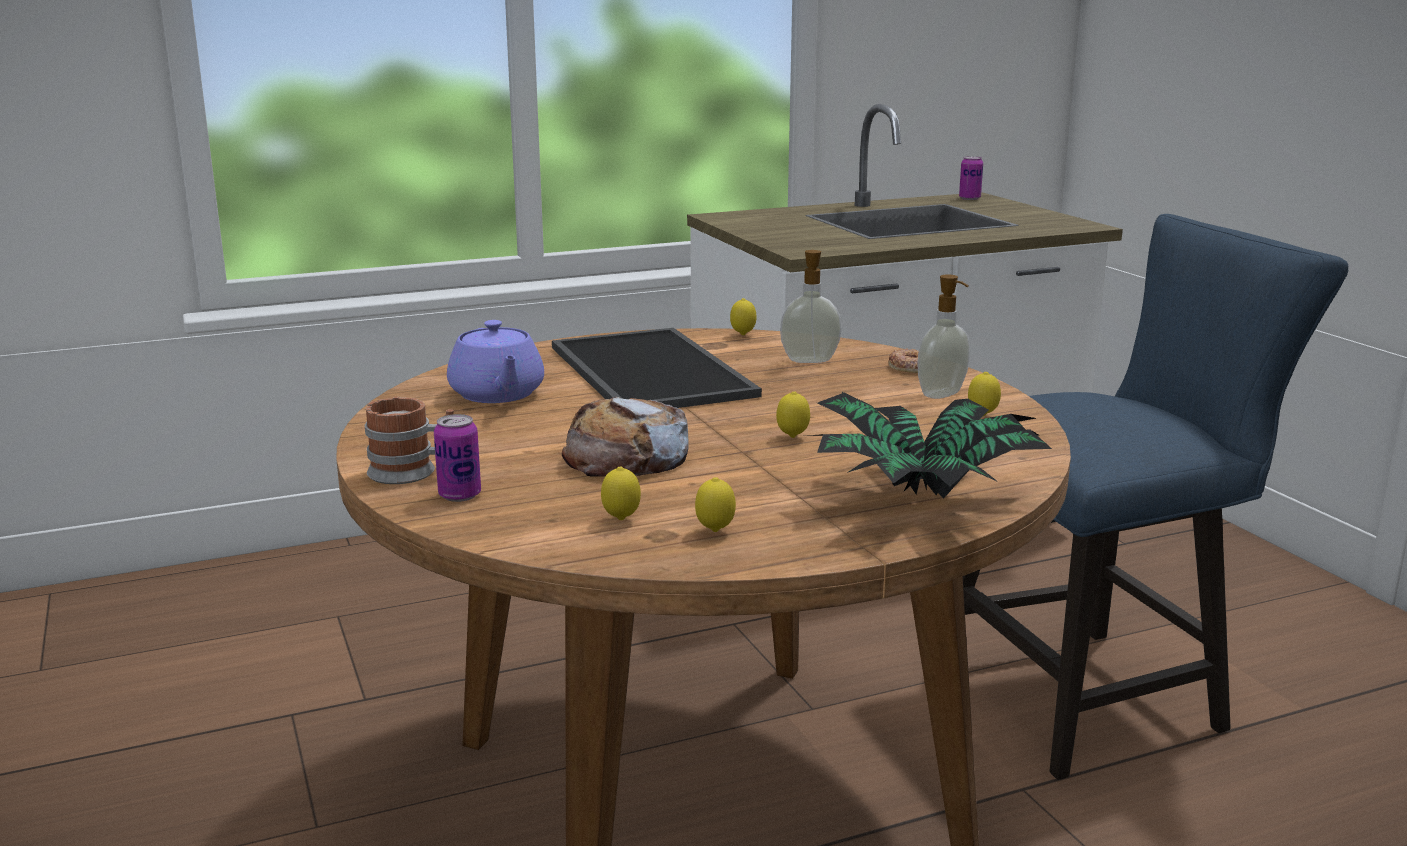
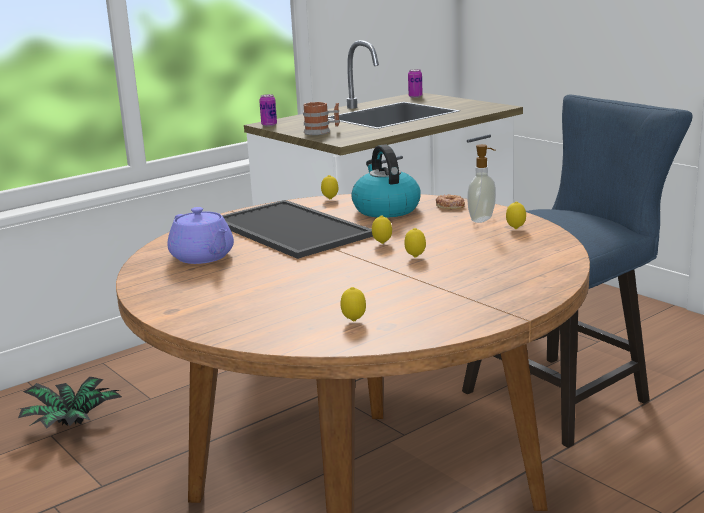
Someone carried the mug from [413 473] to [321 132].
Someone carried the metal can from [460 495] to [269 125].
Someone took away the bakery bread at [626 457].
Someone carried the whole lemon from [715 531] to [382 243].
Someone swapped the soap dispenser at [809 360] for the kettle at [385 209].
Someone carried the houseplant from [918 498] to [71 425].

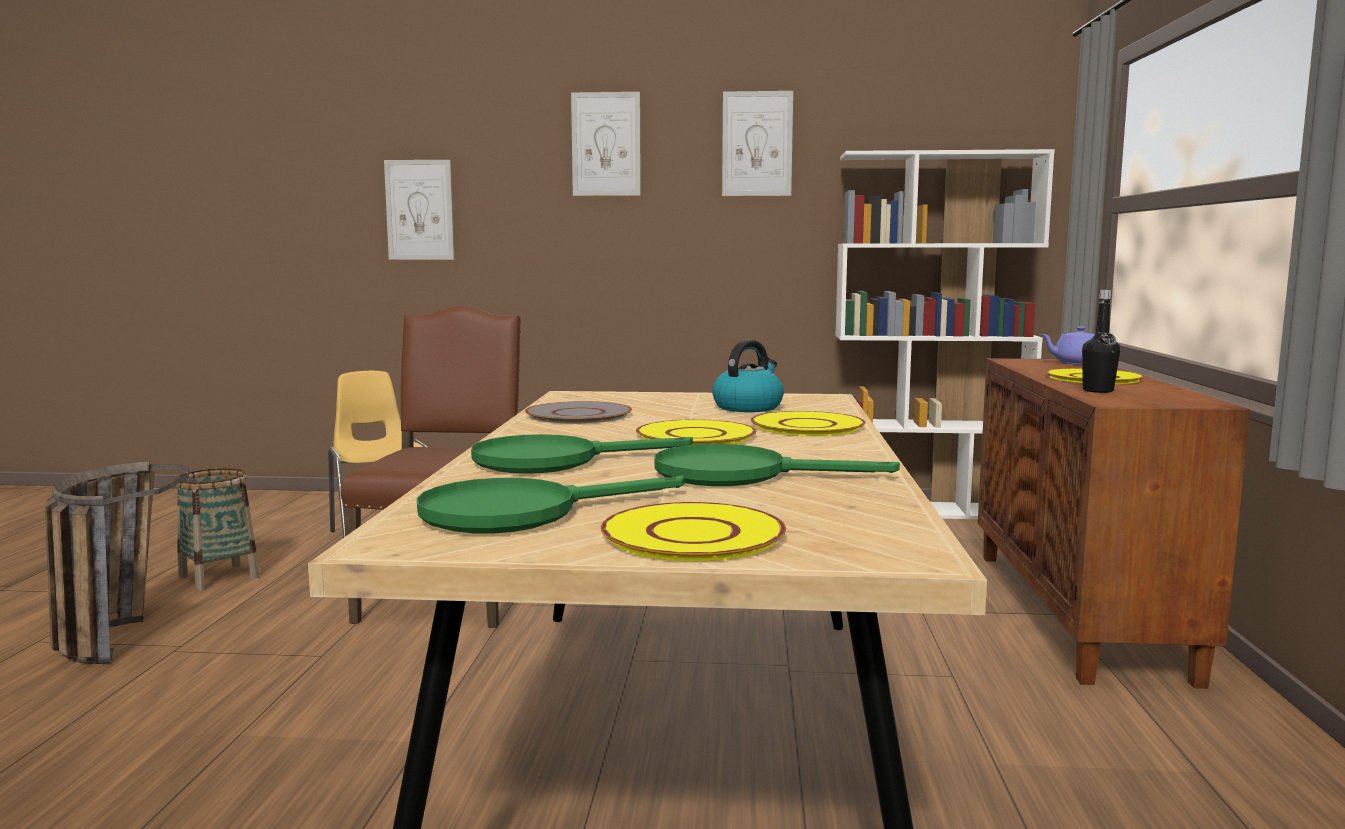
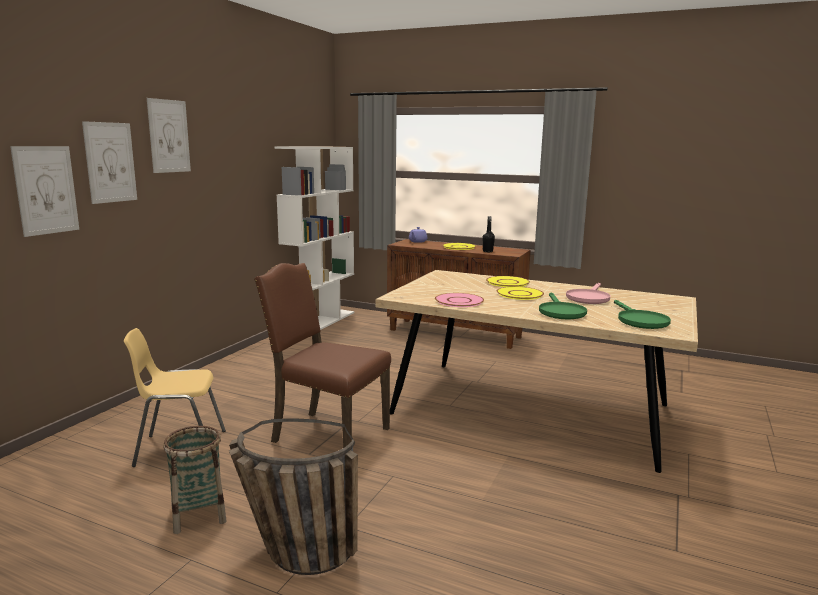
Someone repainted the grey plate at [579 415], which became the pink-coloured plate at [459 301].
Someone took away the yellow plate at [692 535].
Someone repainted the green pan at [739 474], which became the pink-coloured pan at [588 298].
Someone took away the kettle at [748 407].
Someone carried the wall art from [757 144] to [110 162].

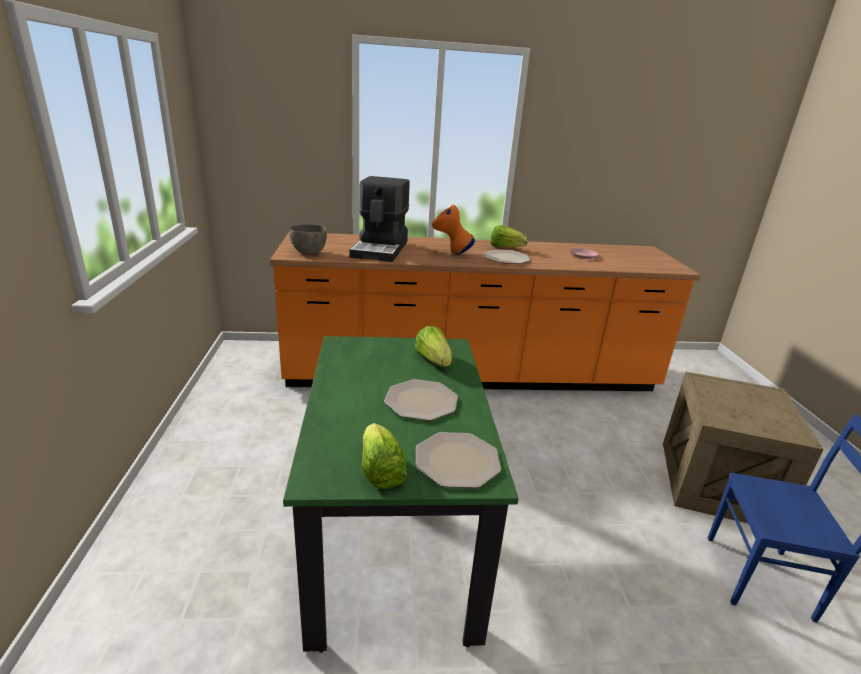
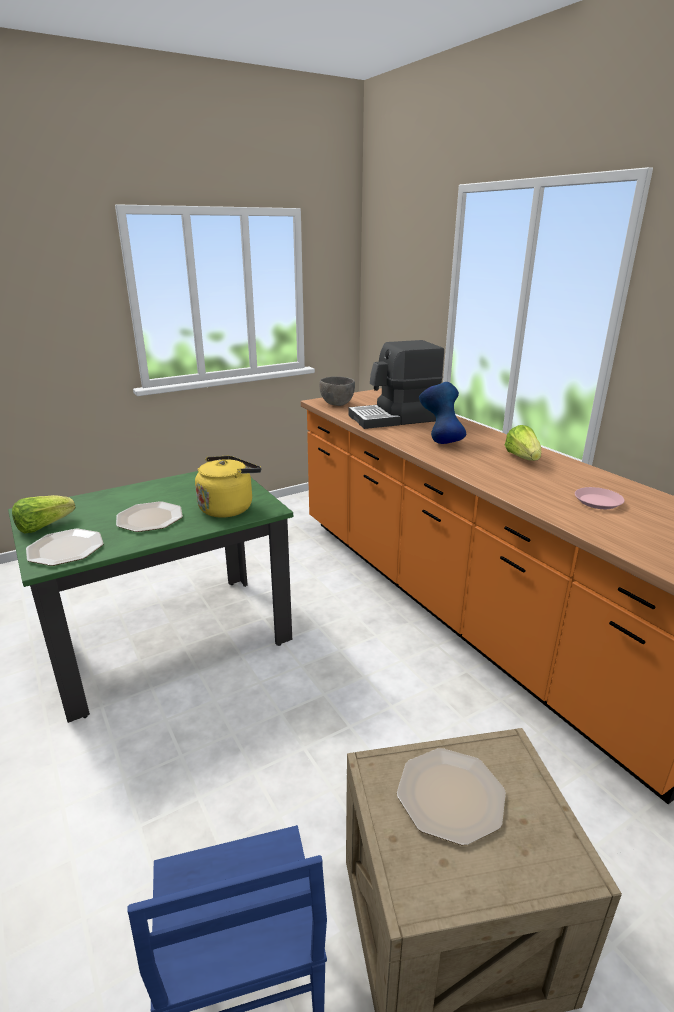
Someone swapped the lettuce head at [434 360] for the yellow kettle at [228 507].
Someone repainted the orange-coloured decorative vase at [451 253], which became the bluish decorative vase at [440 441].
Someone carried the plate from [506 258] to [451 795].

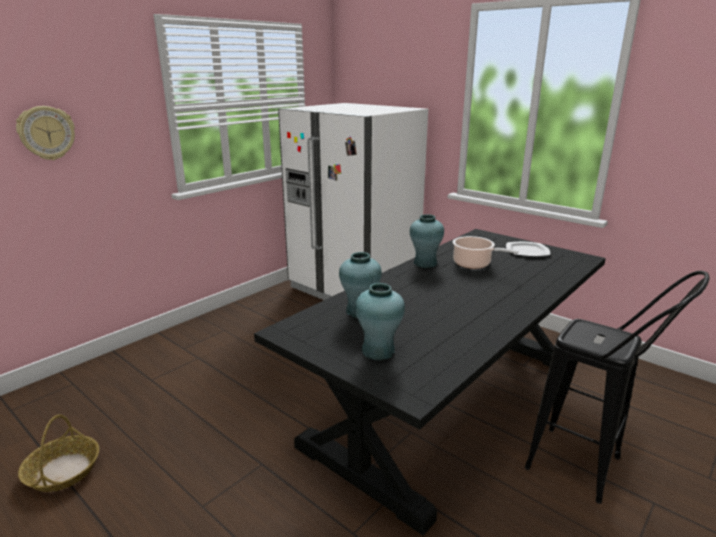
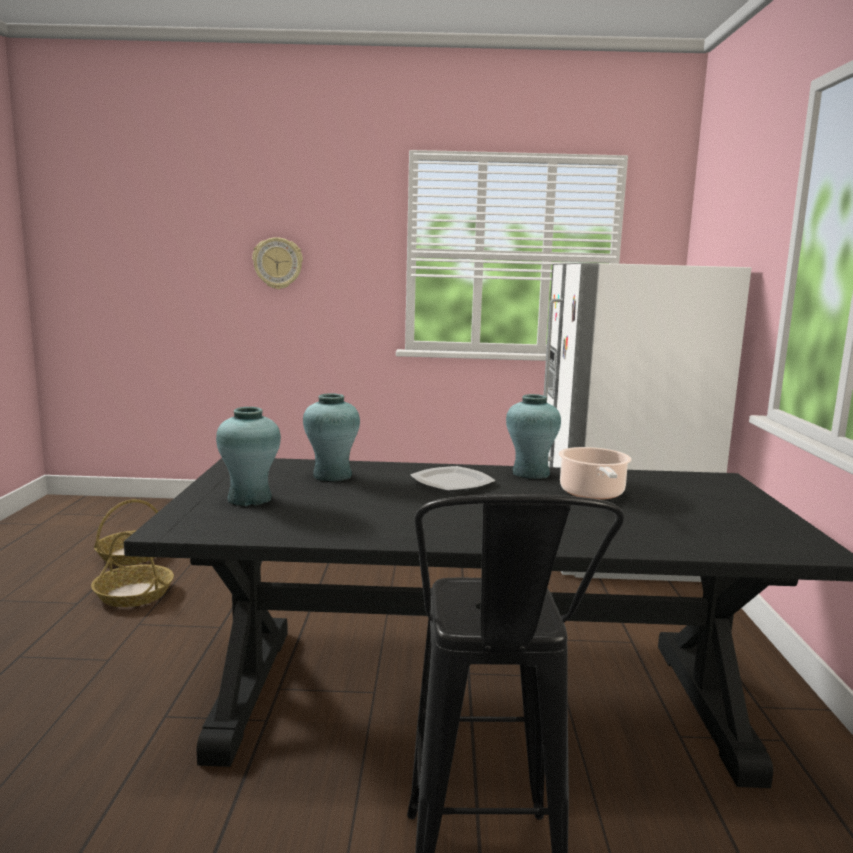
Someone carried the plate from [527 251] to [451 482].
Someone put down the household basket at [133 594].

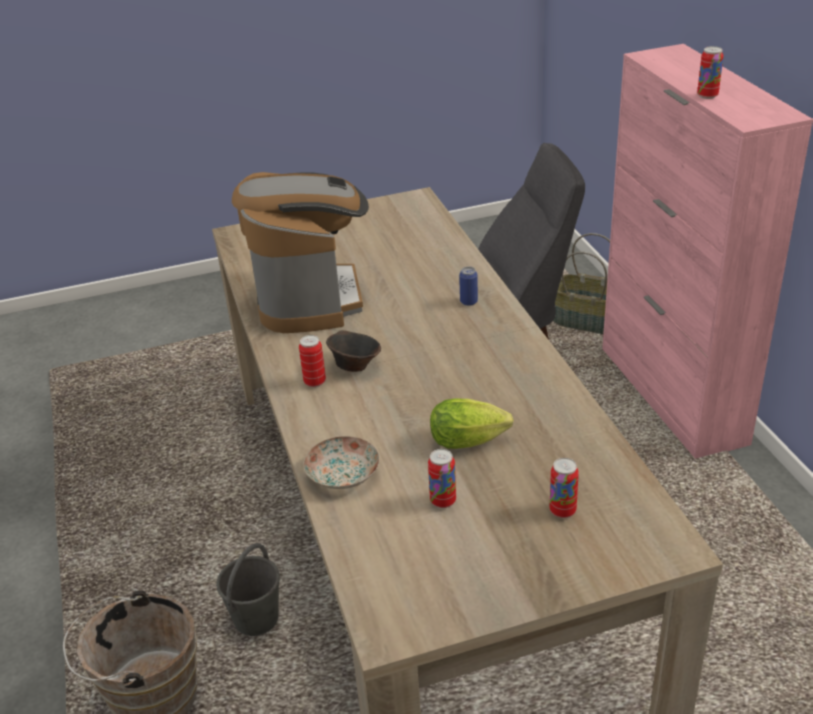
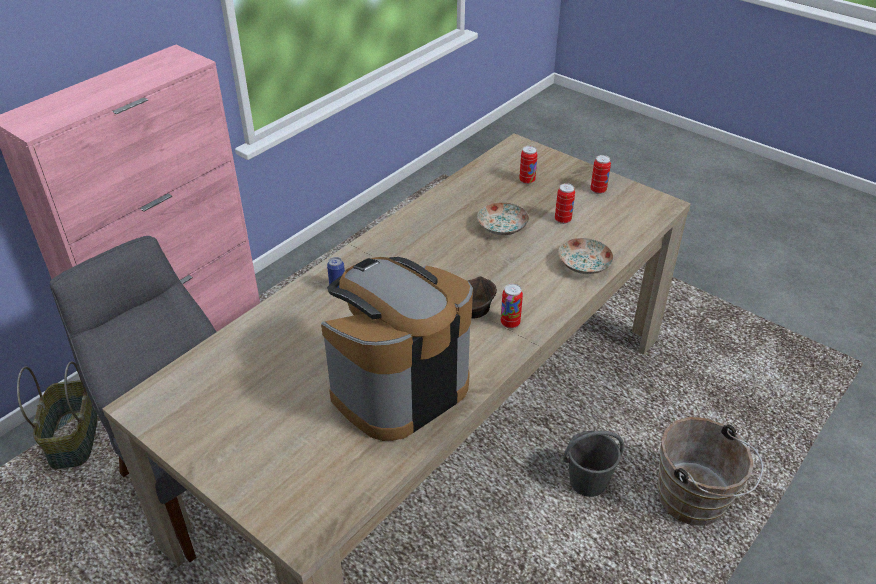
Someone swapped the lettuce head at [472 441] for the plate at [502 228].
Someone carried the metal can from [707 96] to [598 190].

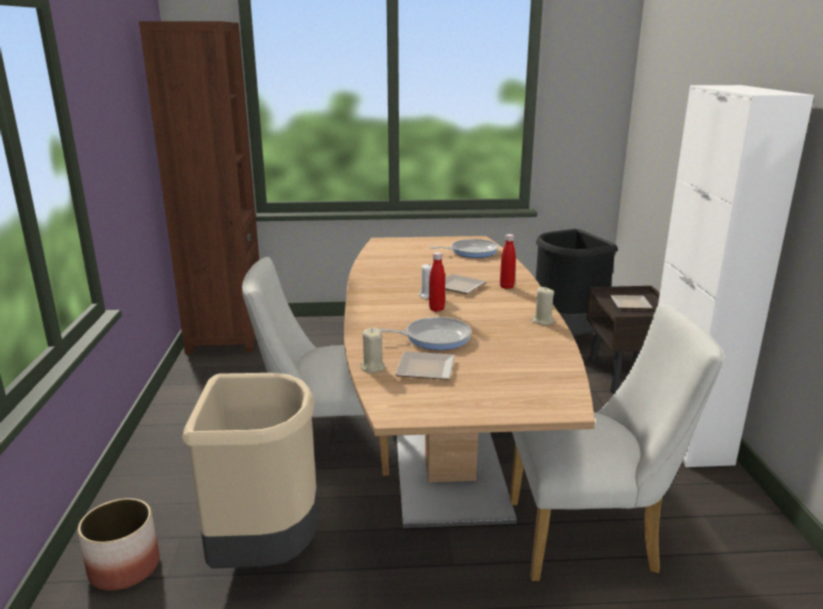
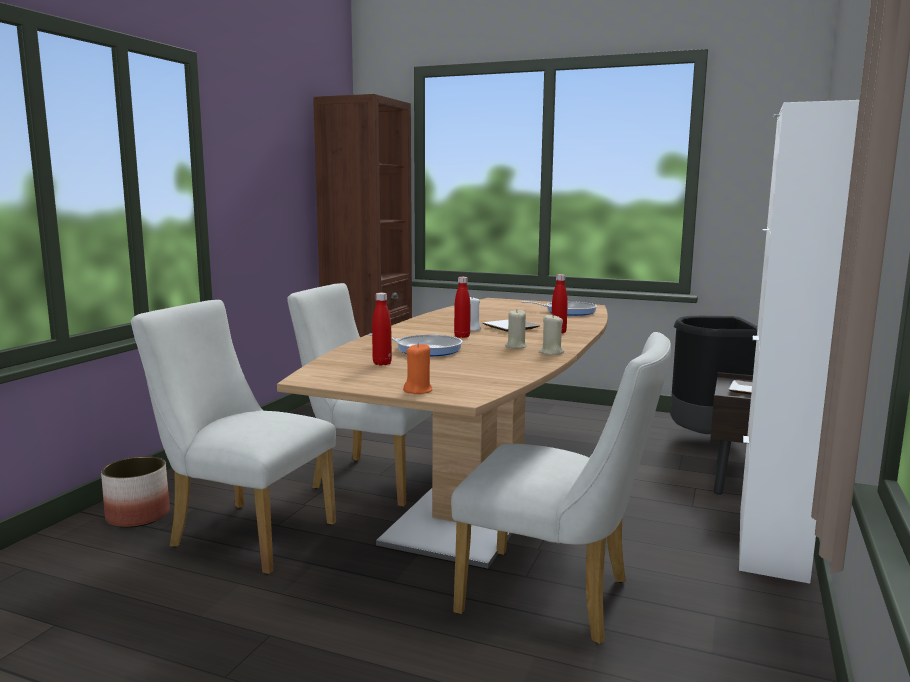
Someone swapped the beige-coloured trash can at [264 554] for the white plain chair at [244 533].
Someone carried the beige-coloured candle from [372 367] to [515 346].
Someone swapped the plate at [427 370] for the red-coloured beverage bottle at [382 363].
Someone put down the orange-coloured candle at [418 390].

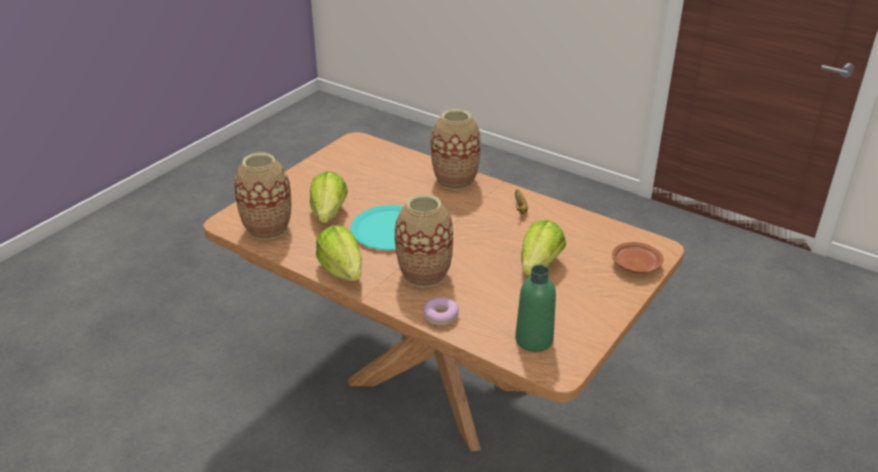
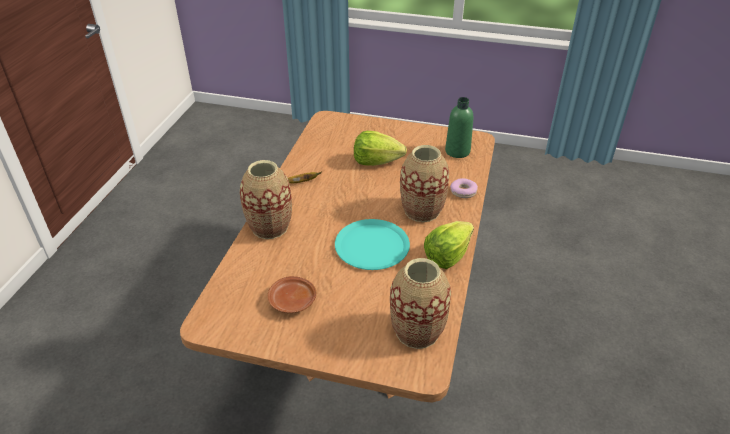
Someone took away the lettuce head at [328 214].
Someone carried the brownish plate from [635 265] to [292 301].

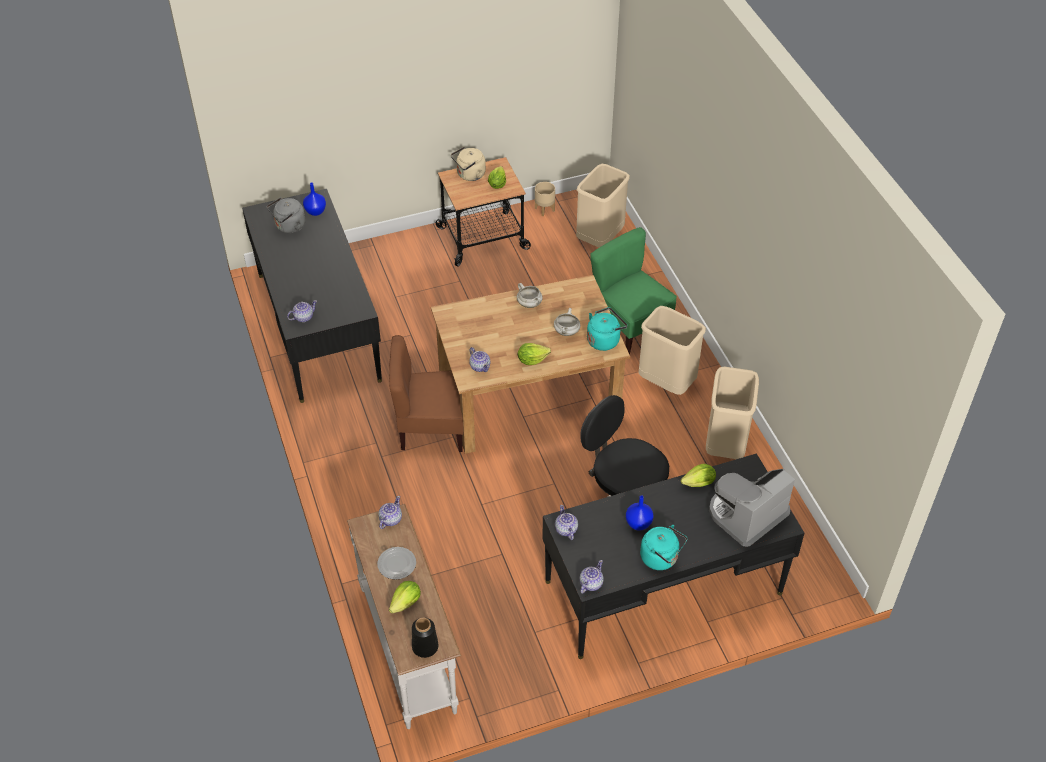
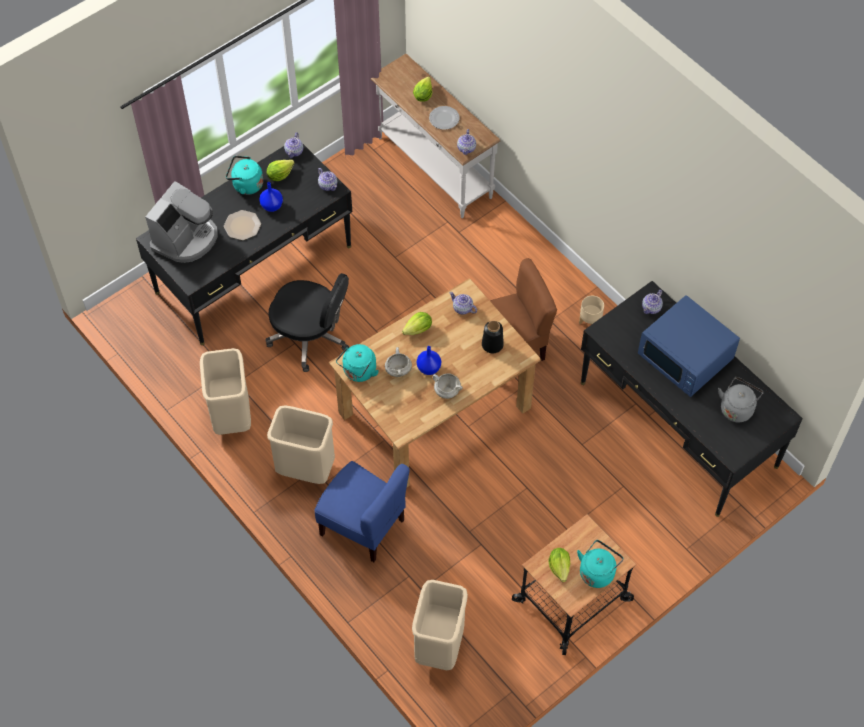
Someone carried the bluish decorative vase from [315 212] to [429 368].
Someone carried the blackish decorative vase from [425 646] to [492 345].
Someone repainted the beige-coloured kettle at [469 175], which became the turquoise kettle at [597 571].
Someone carried the beige-coloured plant pot from [545 209] to [589 322].
Someone repainted the green plain chair at [630 327], which became the bluish plain chair at [363 526].
Someone carried the lettuce head from [699 483] to [279 175].
Someone put down the plate at [242 225].
Someone put down the bluish kitchen microwave at [685 357].

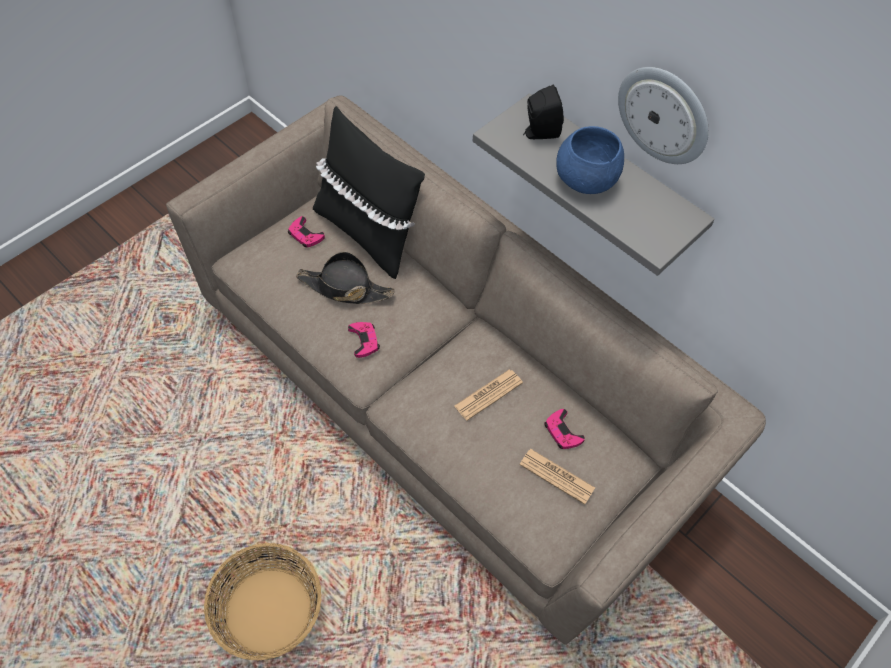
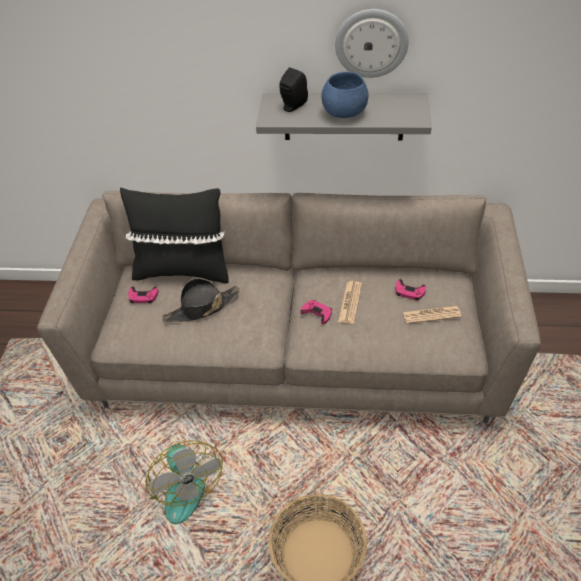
Someone carried the pink-coloured gamepad from [364 340] to [317 313].
Someone put down the electric fan at [180 486].

